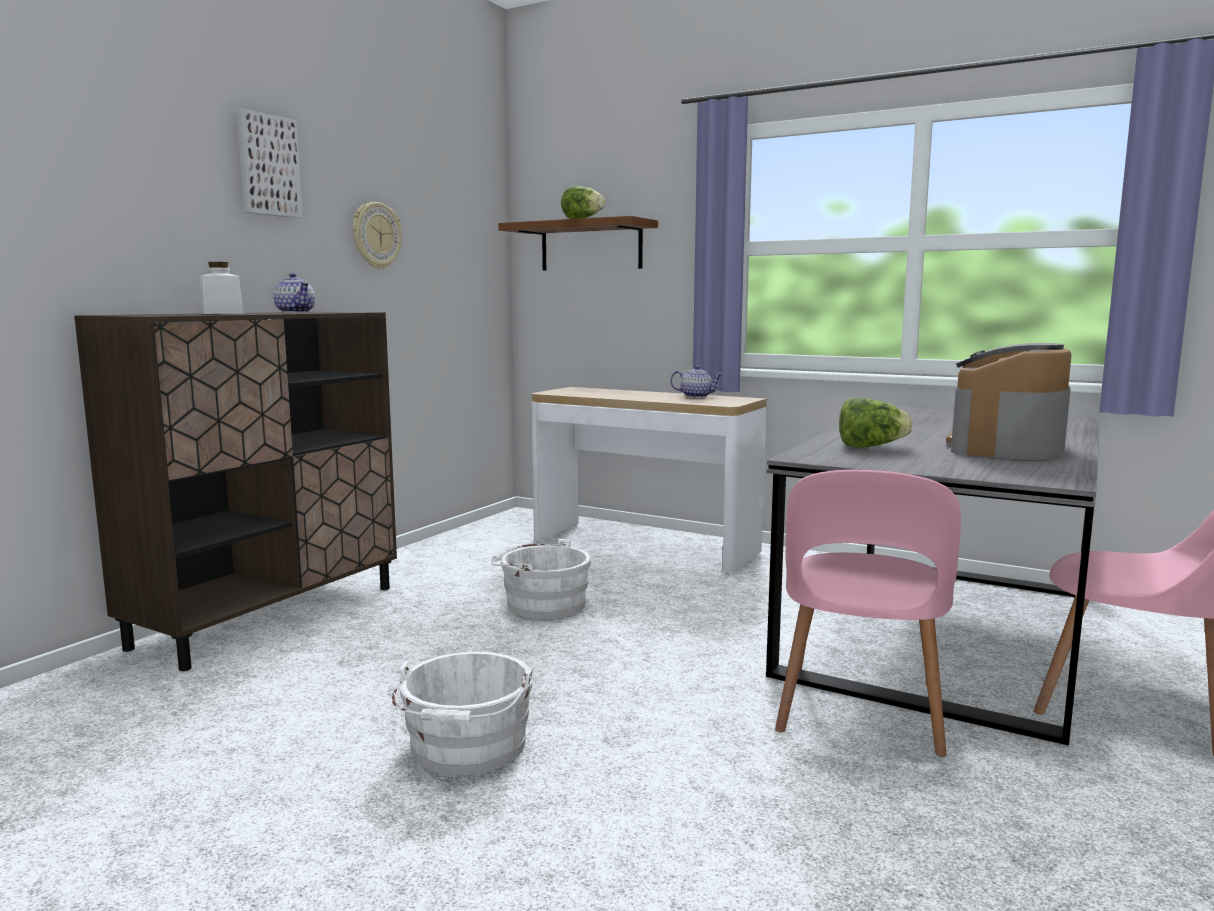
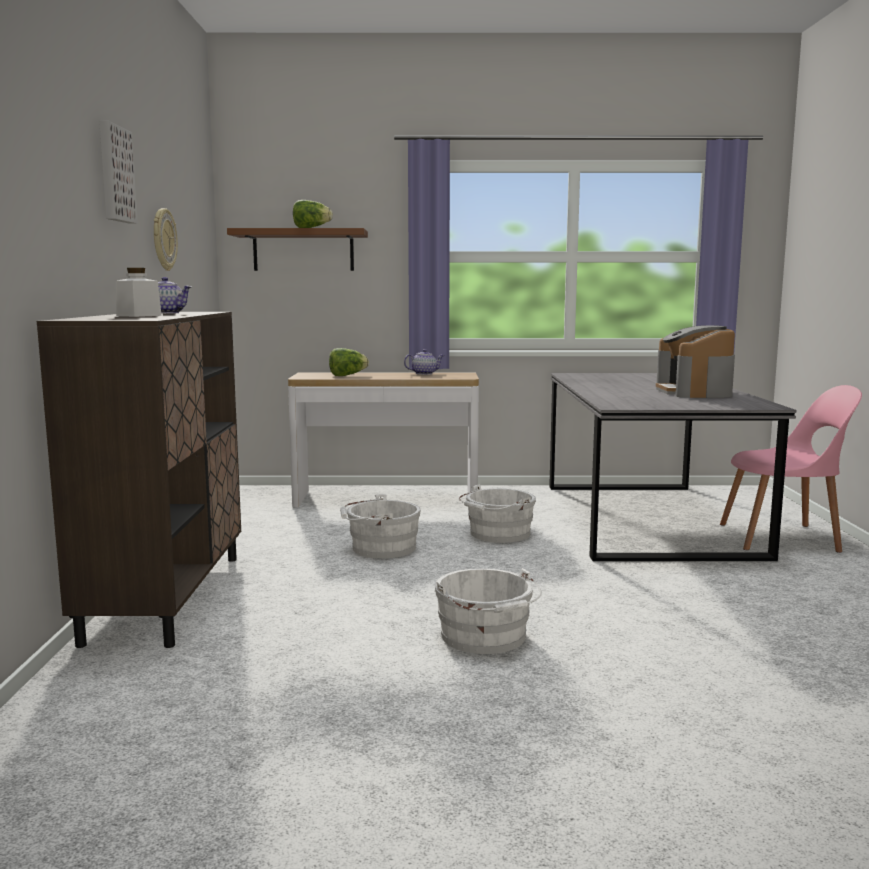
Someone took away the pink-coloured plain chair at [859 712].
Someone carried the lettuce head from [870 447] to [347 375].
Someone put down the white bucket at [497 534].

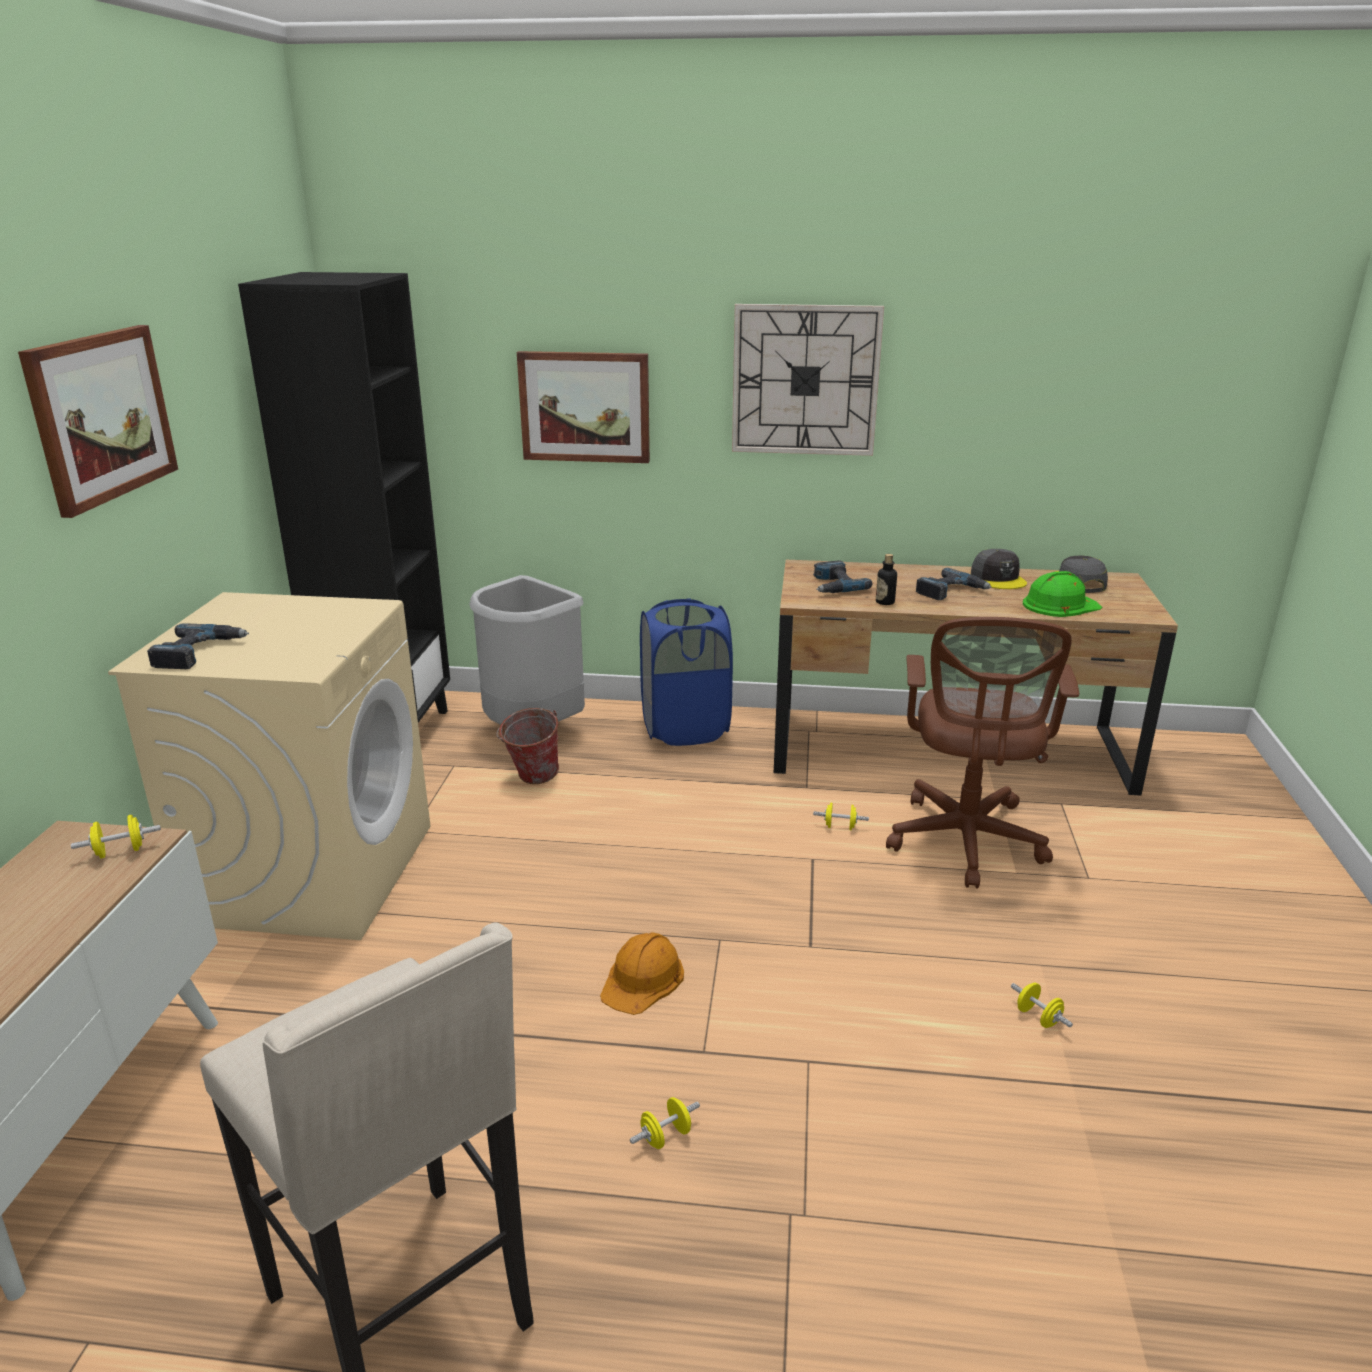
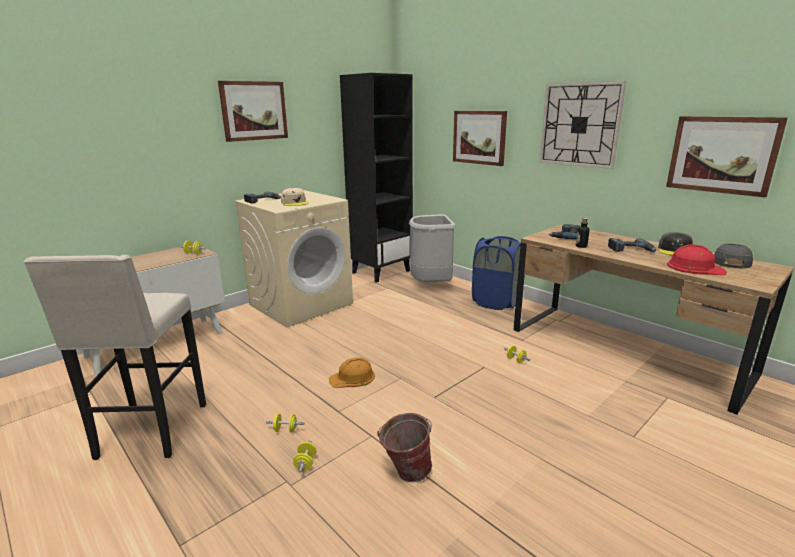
Someone carried the bucket from [531 779] to [405 472].
Someone took away the brownish office chair at [965 843].
Someone carried the yellow hand weight from [1038 1017] to [305 463].
Someone repainted the green hard hat at [1060 605], which became the red-coloured hard hat at [695 267].
Someone put down the beige-coloured peaked cap at [295 203].
Someone put up the wall art at [722 155].

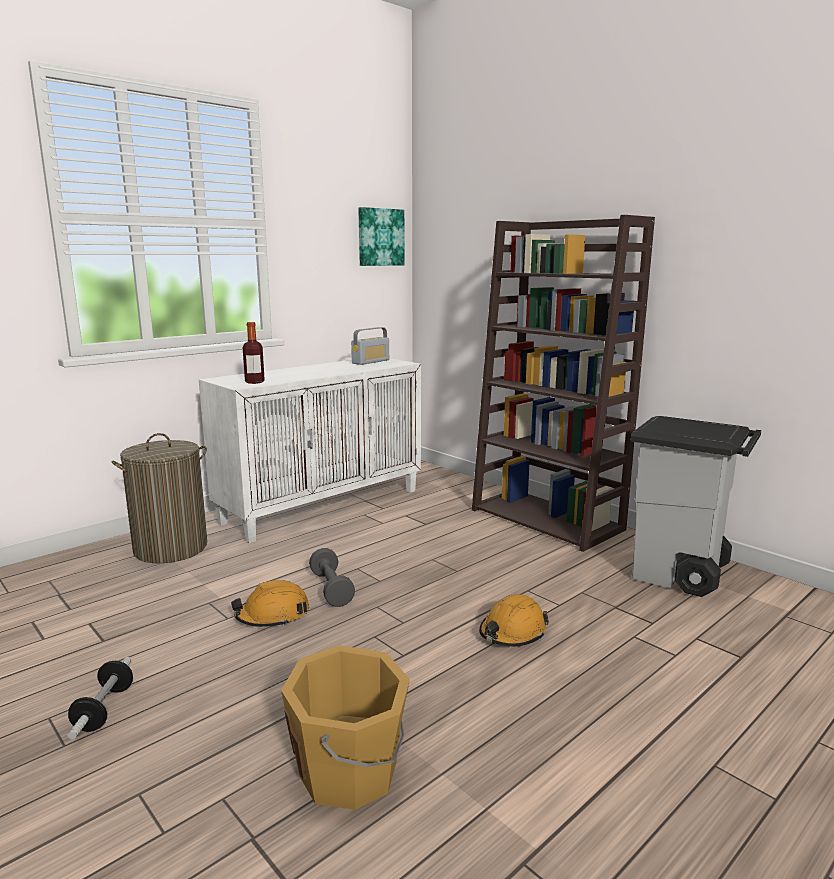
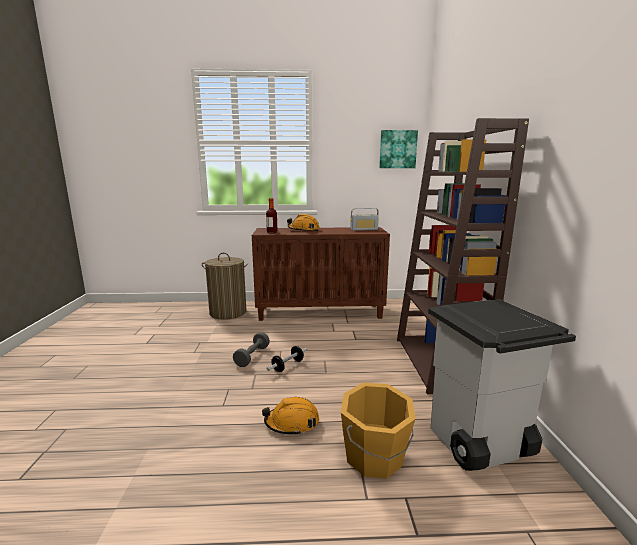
Someone carried the hand weight from [104 710] to [288 366].
Someone repainted the white cupboard at [323 505], which became the brownish cupboard at [320 312].
Someone carried the orange-coloured hard hat from [273 615] to [303 230].
Someone carried the orange-coloured bucket from [351 771] to [375 457].

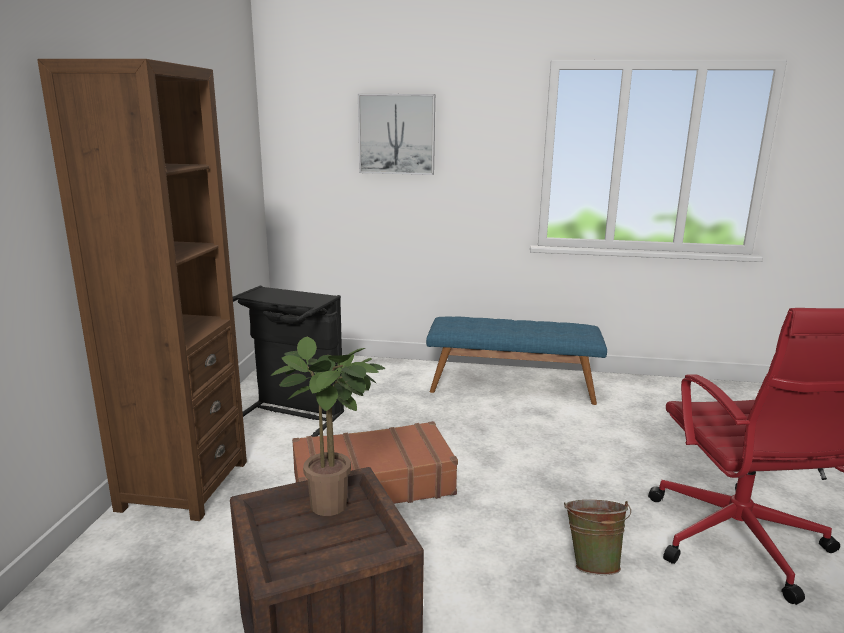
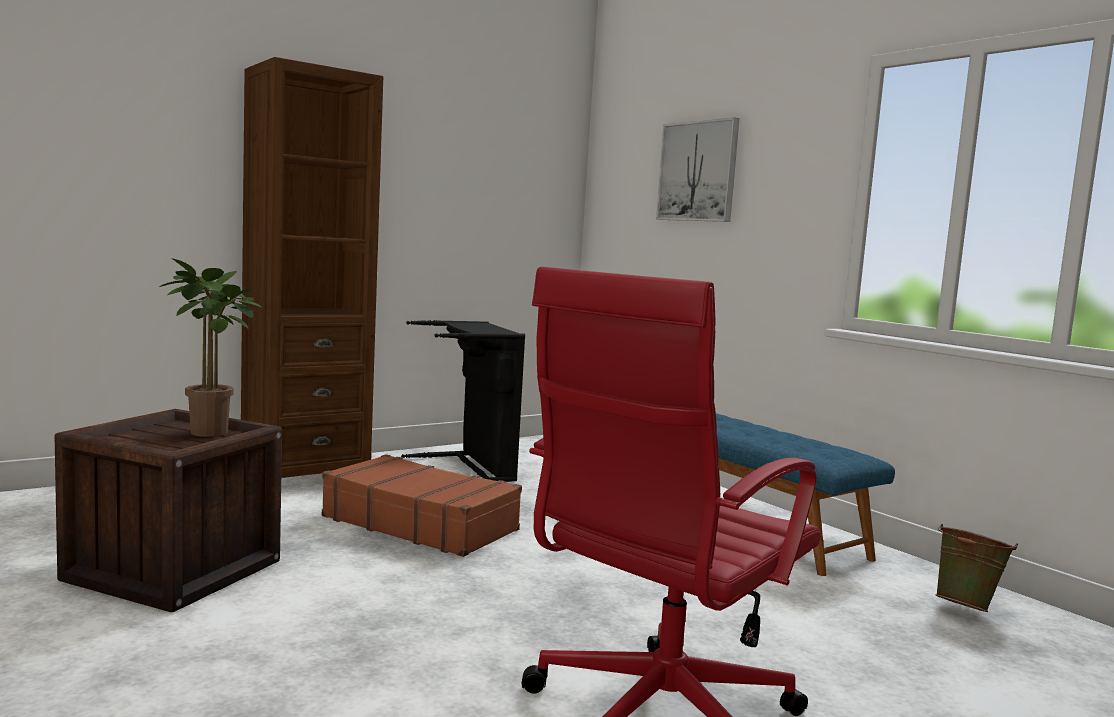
Someone carried the green bucket from [592 563] to [966 607].

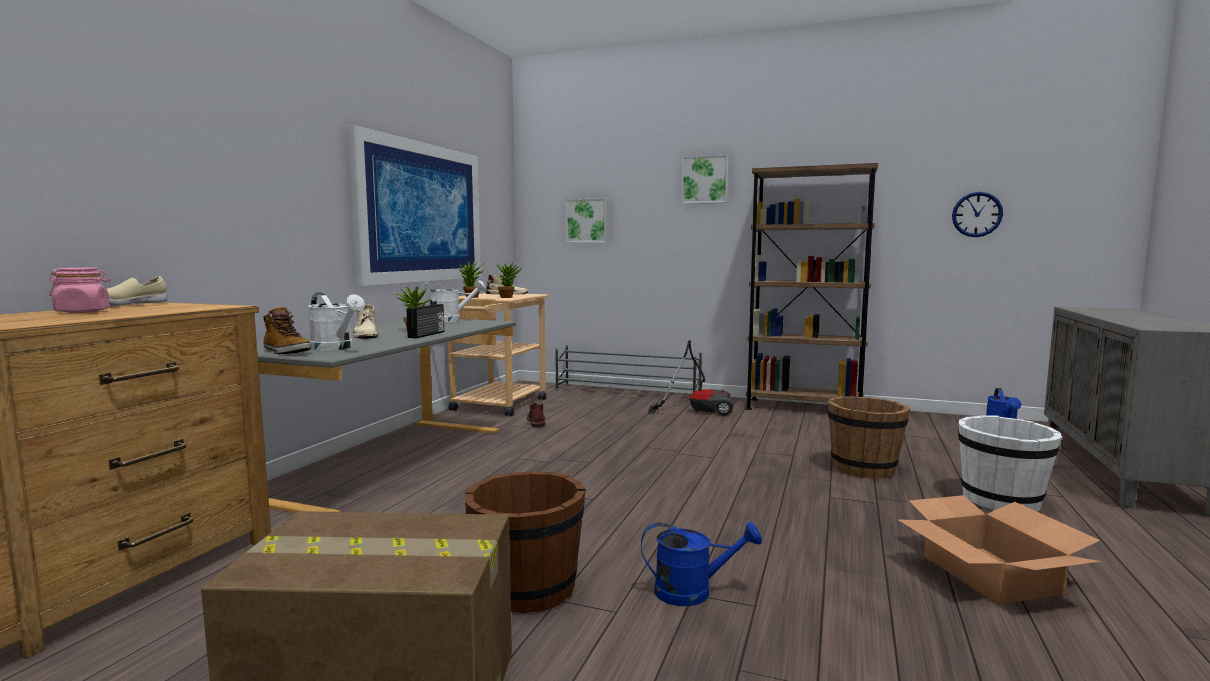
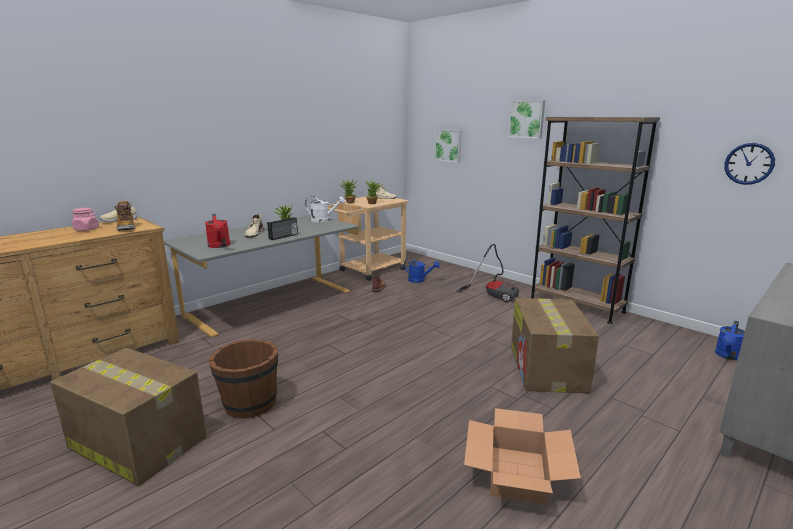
Someone carried the high-top boot from [286 352] to [126 228].
Someone repainted the white watering can at [336 348], which became the red-coloured watering can at [219 246].
Someone took away the wall art at [421 213].
Someone took away the grey shoe rack at [627 393].
Someone carried the bluish watering can from [693 592] to [419 280].
Someone swapped the brownish bucket at [864 469] for the carton at [547 369].
Someone took away the white bucket at [1001 501].

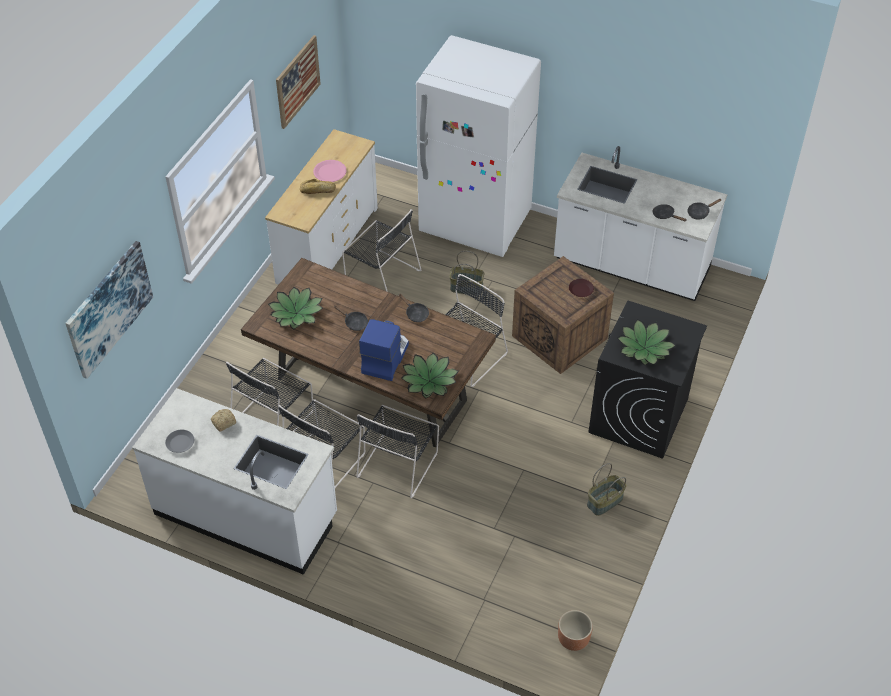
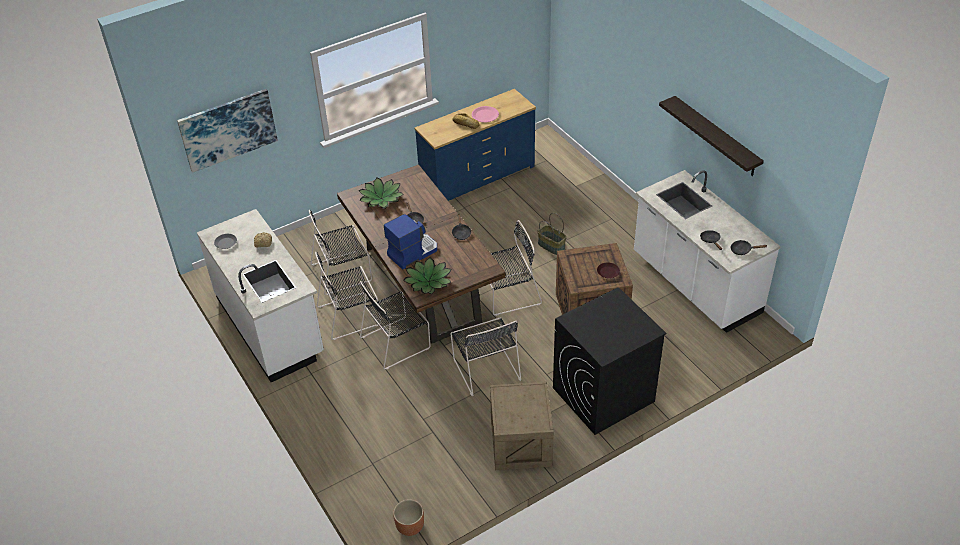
Someone repainted the white chest of drawers at [327 245], which became the bluish chest of drawers at [477 177].
Someone took away the wall art at [297 81].
Someone carried the blackish plain chair from [381 274] to [485 368].
Someone took away the white fridge at [475 223].
Someone swapped the household basket at [605 502] for the crate at [521 443].
Someone took away the houseplant at [644 348].
Someone put up the wall shelf at [716 137].

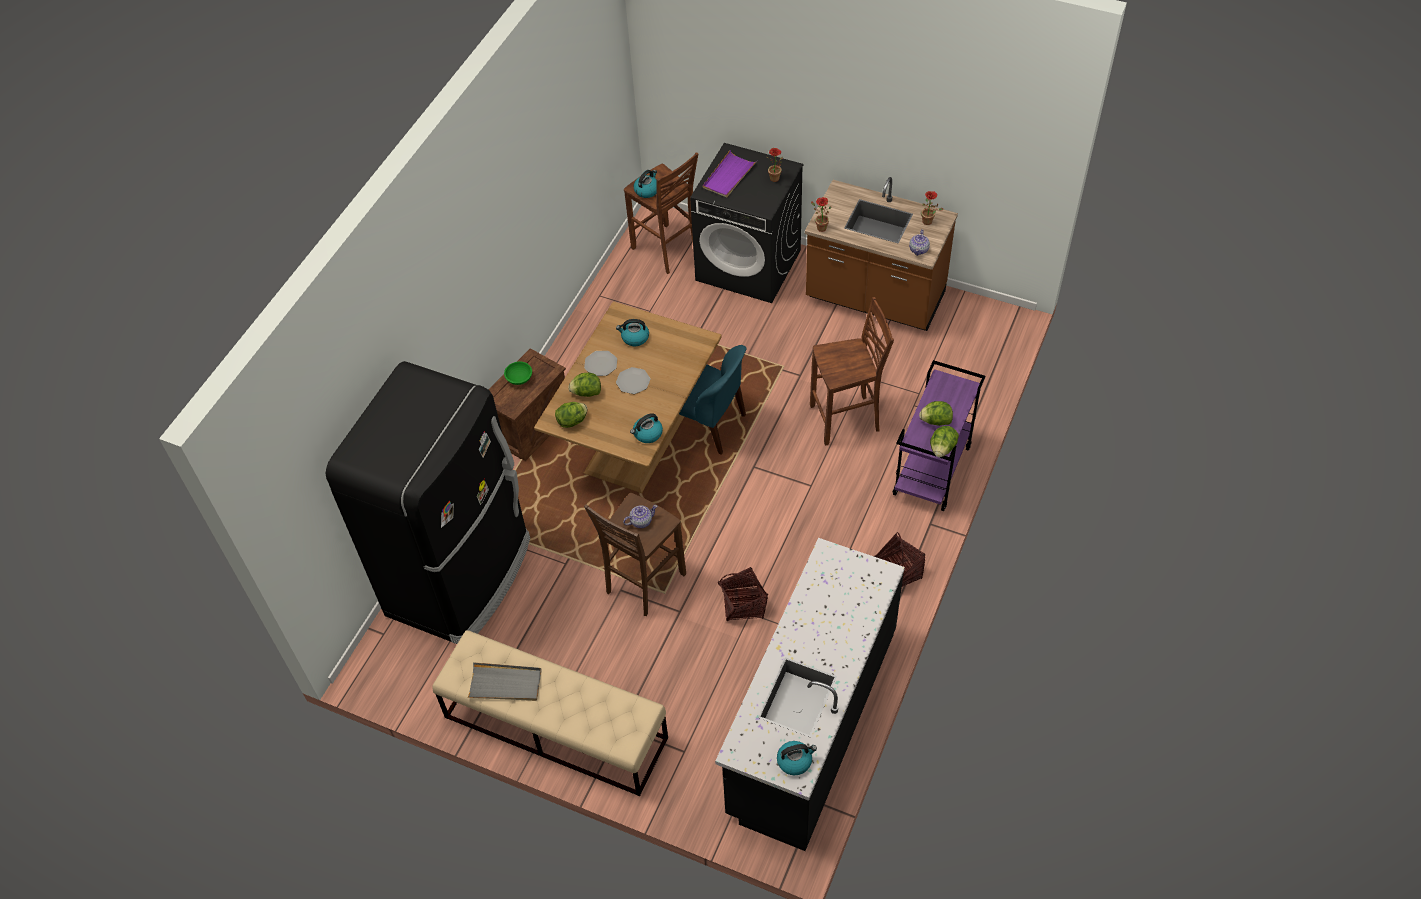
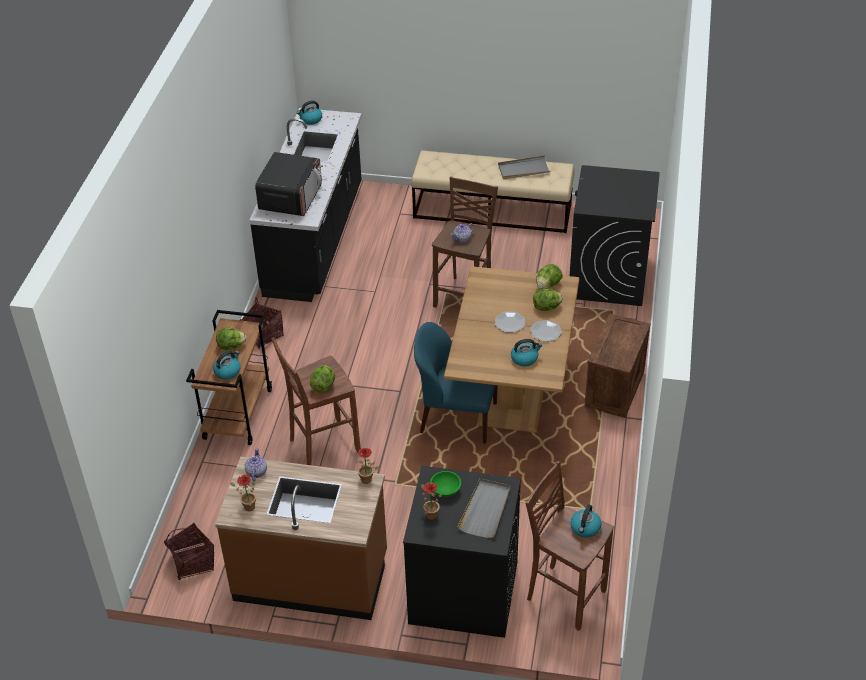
Someone swapped the blackish fridge at [462 577] for the blackish laundry machine at [608 277].
Someone carried the green serving bowl from [519 378] to [446 490].
Someone carried the kettle from [647 434] to [227 371].
Someone repainted the purple tray at [729 176], which became the grey tray at [485 509].
Someone carried the household basket from [743 604] to [192 562].
Someone repainted the purple trolley at [932 472], which became the brownish trolley at [237 413].
Someone carried the lettuce head from [942 449] to [323 386].
Someone put down the kitchen microwave at [291 198].

